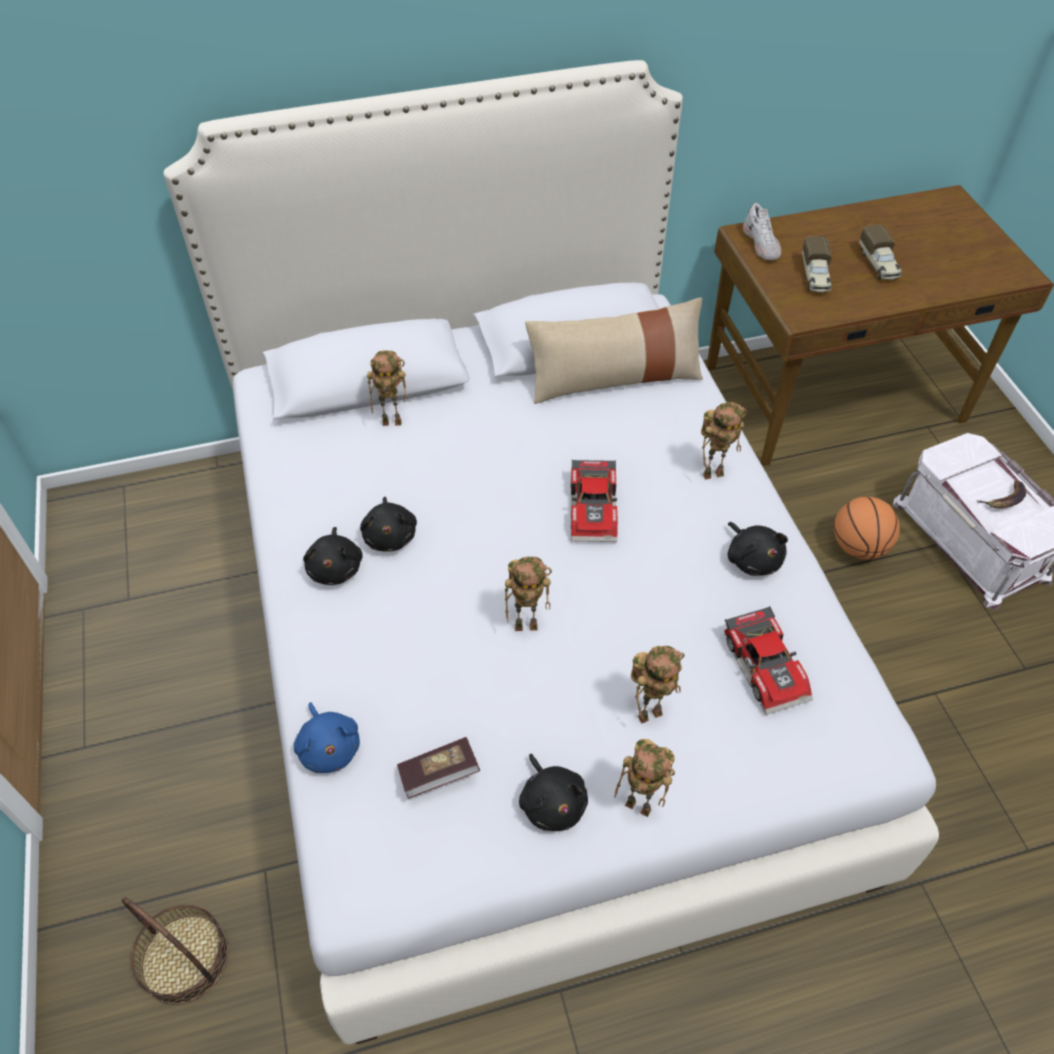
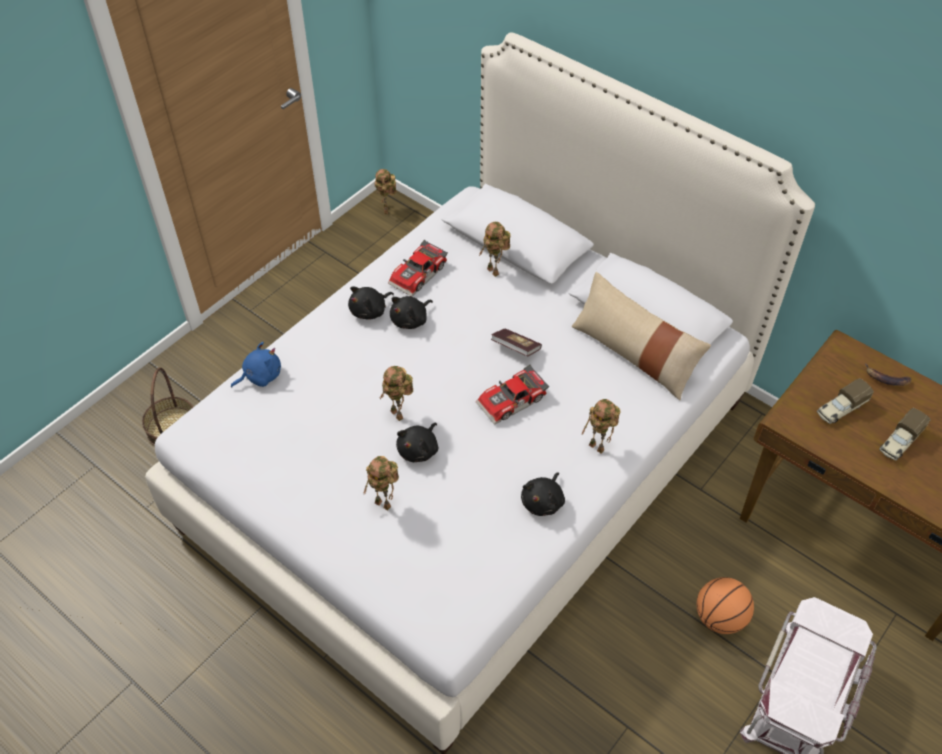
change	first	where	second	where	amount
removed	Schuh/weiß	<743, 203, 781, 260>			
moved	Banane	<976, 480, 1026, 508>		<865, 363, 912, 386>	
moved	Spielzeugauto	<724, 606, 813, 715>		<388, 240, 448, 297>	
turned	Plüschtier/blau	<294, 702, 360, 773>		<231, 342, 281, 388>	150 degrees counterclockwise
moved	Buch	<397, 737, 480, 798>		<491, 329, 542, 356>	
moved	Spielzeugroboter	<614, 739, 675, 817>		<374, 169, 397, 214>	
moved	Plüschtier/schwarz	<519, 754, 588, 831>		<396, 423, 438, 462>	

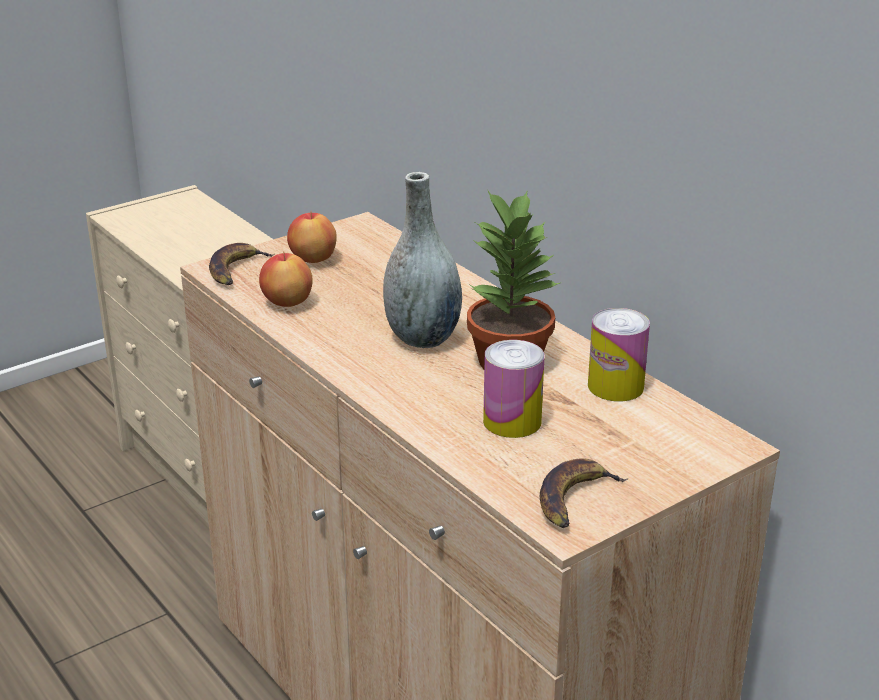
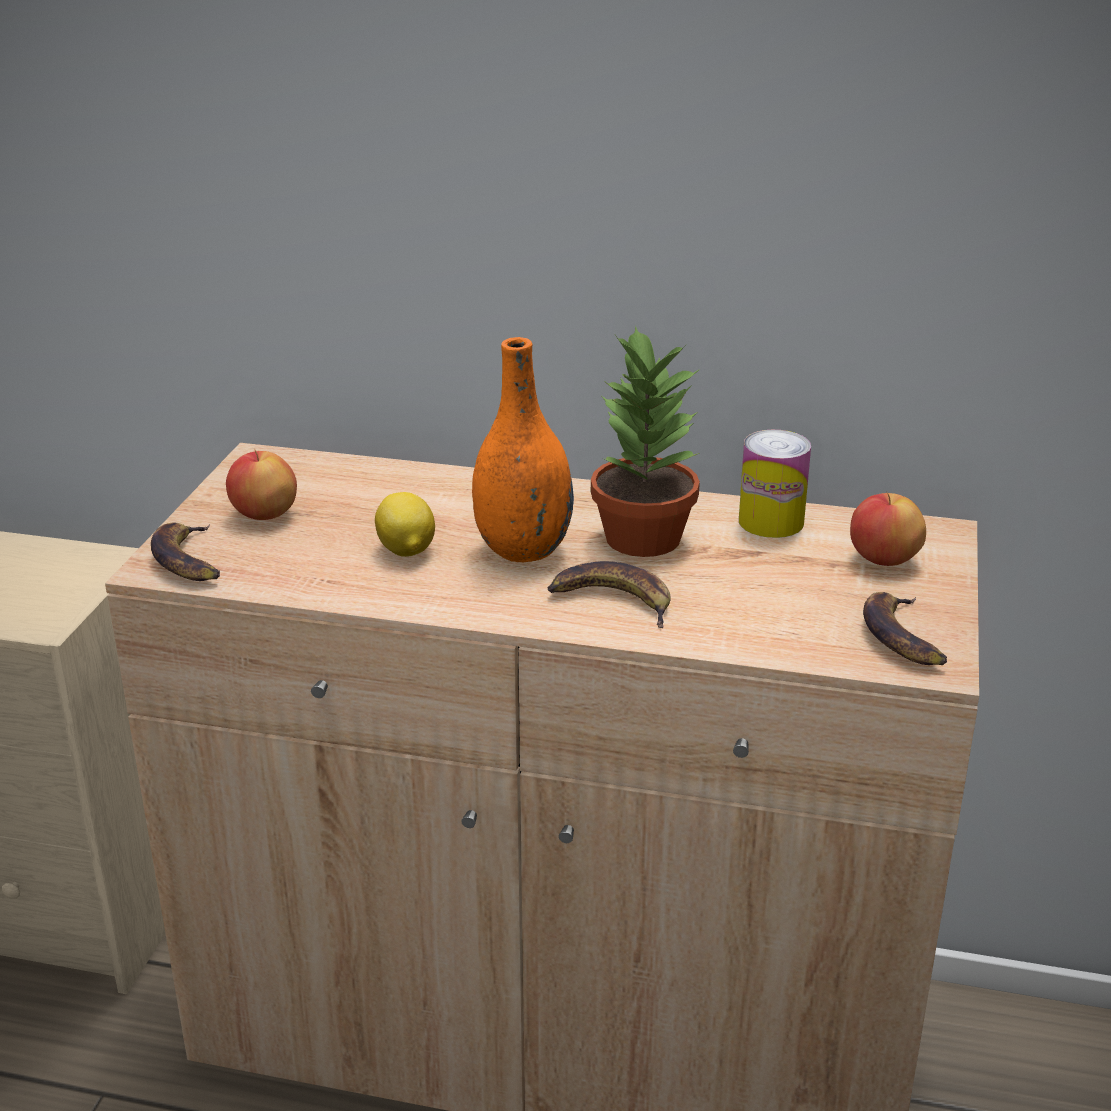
change	first	where	second	where	amount
recoloured	Vase/grau	<383, 172, 462, 348>	Vase/orange	<472, 337, 574, 562>	
moved	Apfel	<259, 251, 313, 307>		<850, 492, 926, 566>	
removed	Dose	<483, 340, 544, 438>			
added			Zitrone	<375, 492, 435, 557>	
added			Banane	<548, 561, 671, 628>	

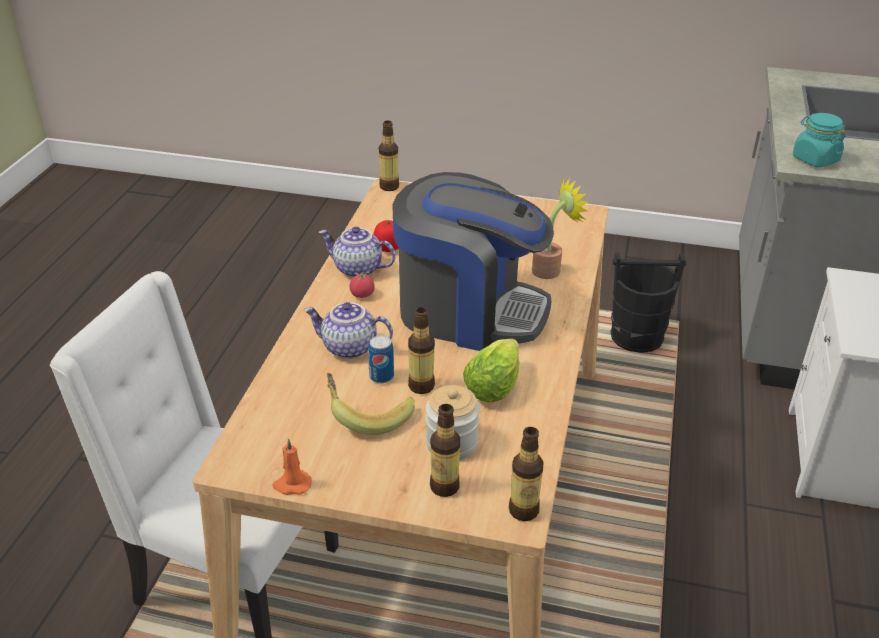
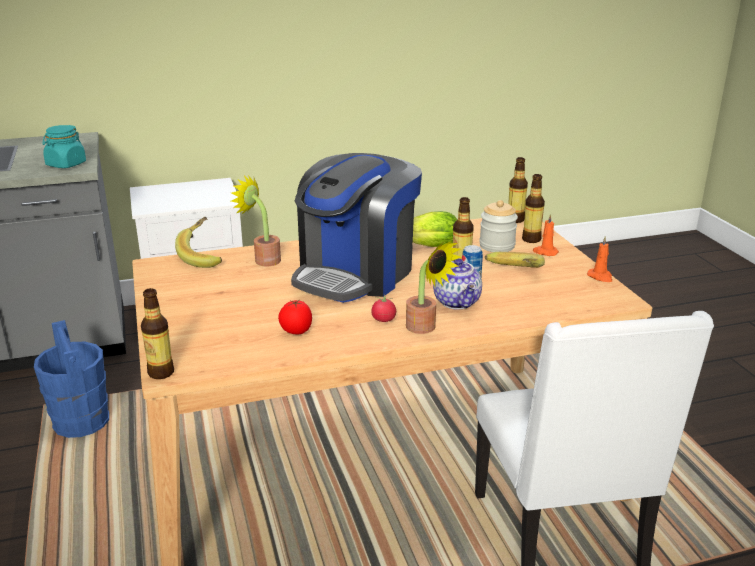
change	first	where	second	where	amount
turned	Kaffeemaschine	<393, 172, 554, 351>		<291, 153, 422, 303>	135 degrees counterclockwise
removed	Teekanne	<319, 227, 396, 278>			
recoloured	Eimer/schwarz	<611, 252, 686, 353>	Eimer/blau	<34, 320, 109, 438>	
added			Kerze/orange	<533, 214, 559, 256>	
added			Banane	<175, 217, 222, 268>	
added			Topfpflanze	<406, 241, 461, 334>	

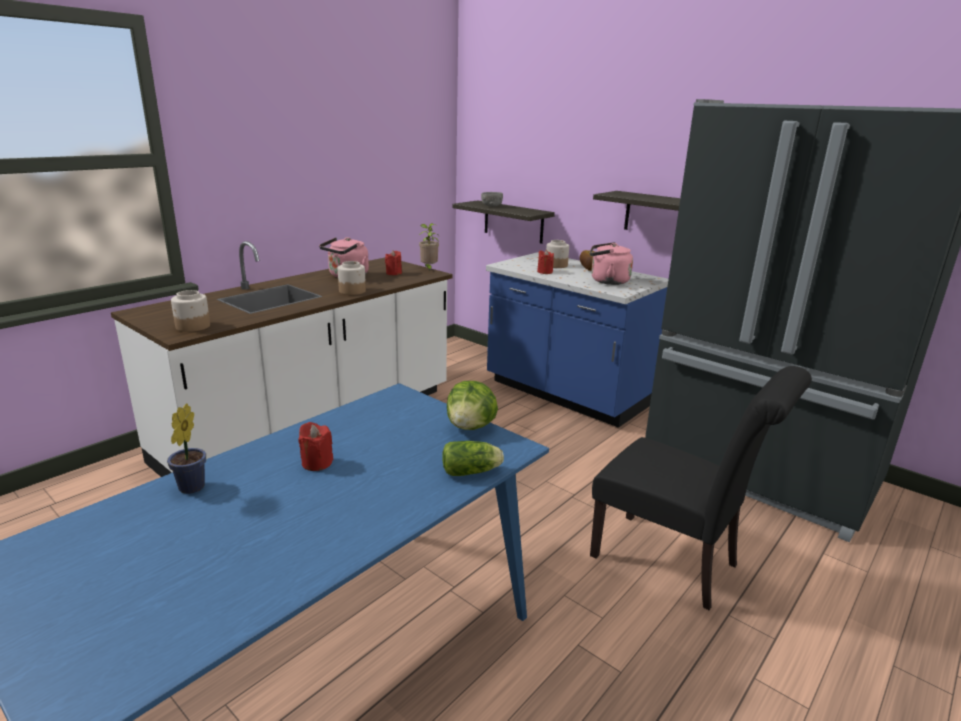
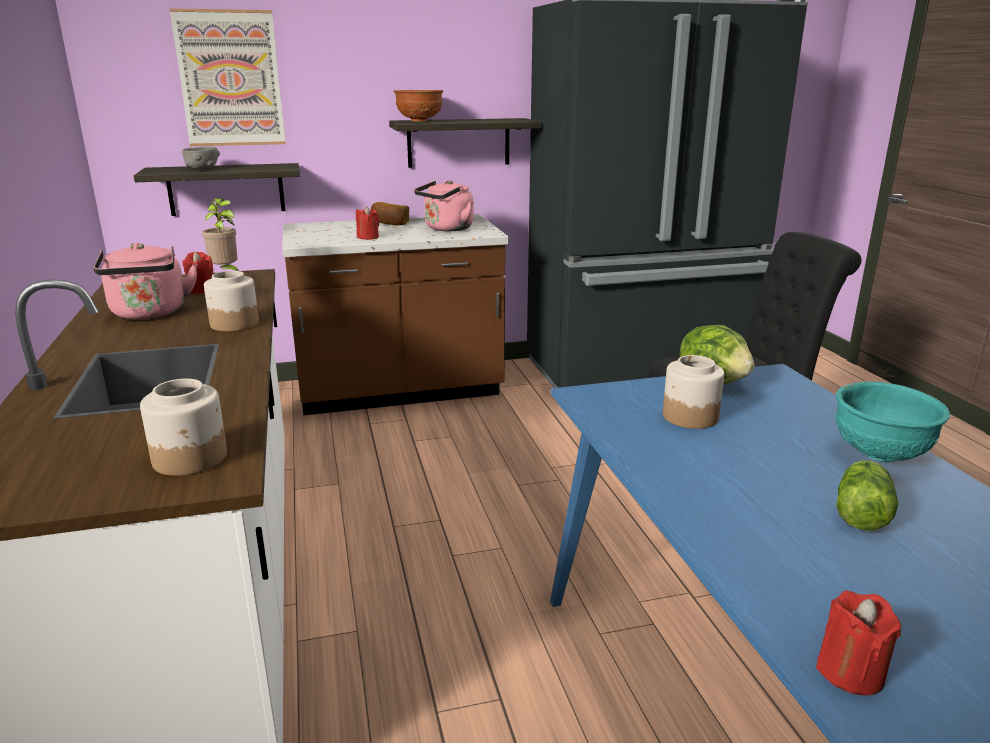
change	first	where	second	where	amount
moved	Vorratsglas	<546, 240, 569, 268>		<663, 355, 724, 429>	
recoloured	Küchenzeile/blau	<486, 252, 668, 428>	Küchenzeile/braun	<282, 214, 509, 415>	
removed	Topfpflanze	<167, 403, 206, 494>			
moved	Kerze/rot	<298, 422, 333, 471>		<816, 590, 902, 696>	
moved	Salatkopf	<442, 441, 504, 476>		<836, 460, 899, 531>	
added			Bild	<169, 8, 286, 146>	
added			Schüssel/braun	<394, 90, 443, 122>	
added			Schüssel/türkis	<836, 382, 950, 462>	

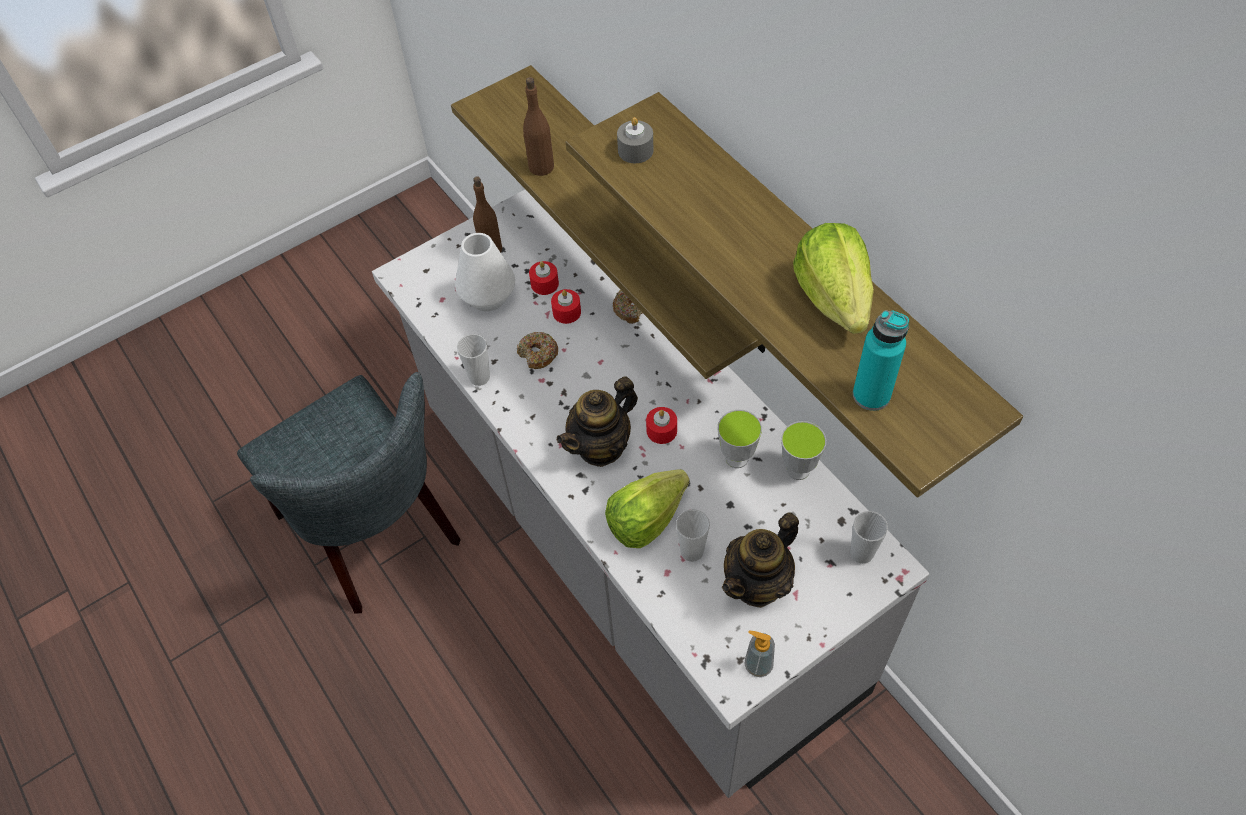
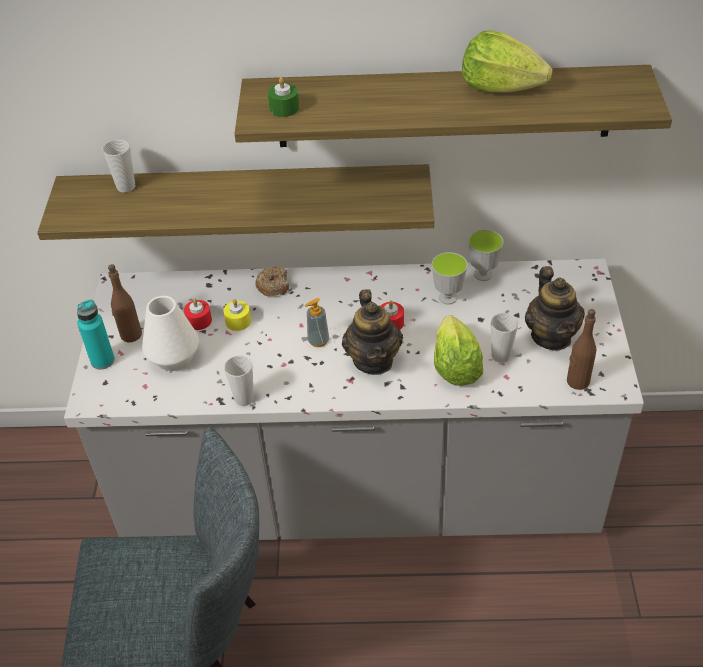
change	first	where	second	where	amount
moved	Flasche/braun	<523, 77, 554, 176>		<567, 309, 596, 390>	
recoloured	Kerze/grau	<617, 117, 653, 163>	Kerze/grün	<268, 77, 299, 117>	
recoloured	Kerze/rot	<551, 289, 581, 324>	Kerze/gelb	<223, 299, 251, 331>	
moved	Flasche/türkis	<853, 310, 909, 411>		<77, 299, 115, 370>	
removed	Donut	<517, 332, 558, 369>			
moved	Tasse	<850, 511, 888, 564>		<102, 139, 135, 193>	
moved	Seifenspender	<744, 631, 775, 677>		<305, 298, 329, 347>	

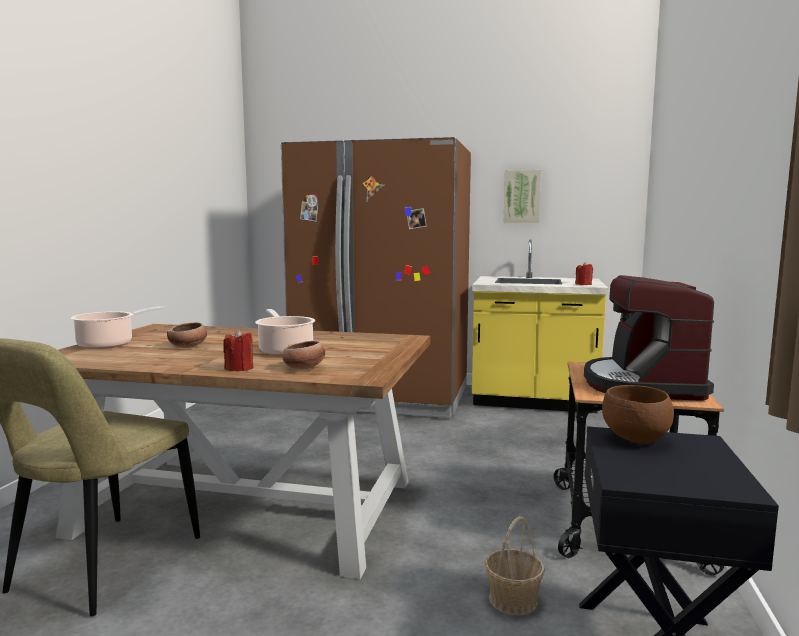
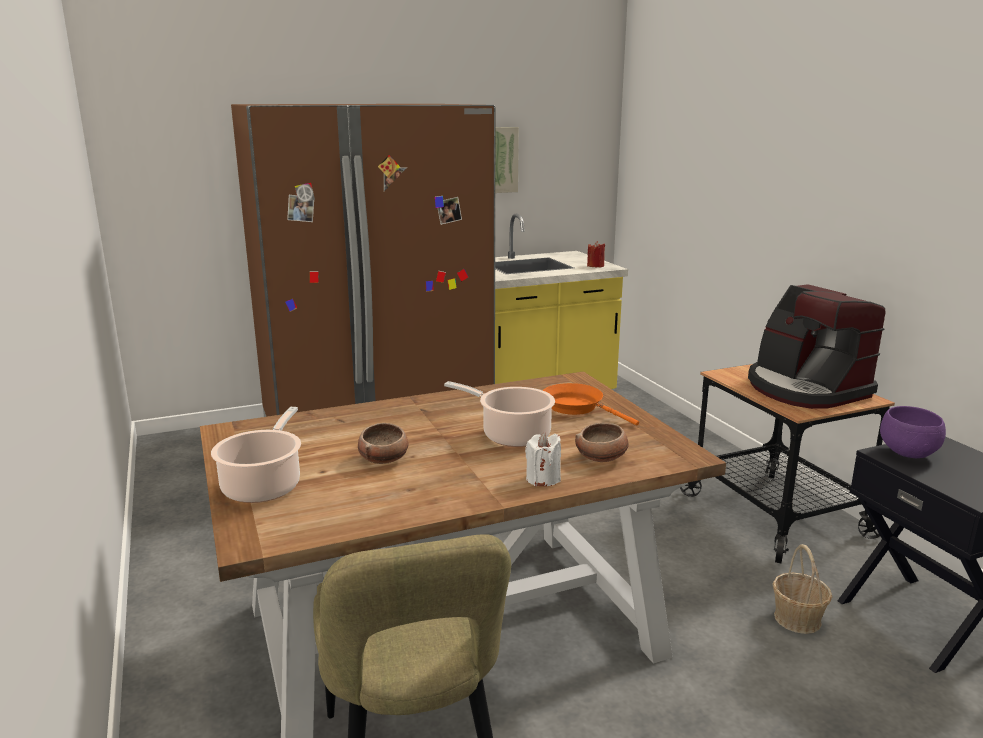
change	first	where	second	where	amount
recoloured	Kerze/rot	<223, 329, 254, 371>	Kerze/weiß	<525, 432, 561, 486>	
recoloured	Schüssel/braun	<602, 385, 674, 444>	Schüssel/lila	<880, 406, 946, 458>	
added			Pfanne/orange	<543, 383, 639, 425>	

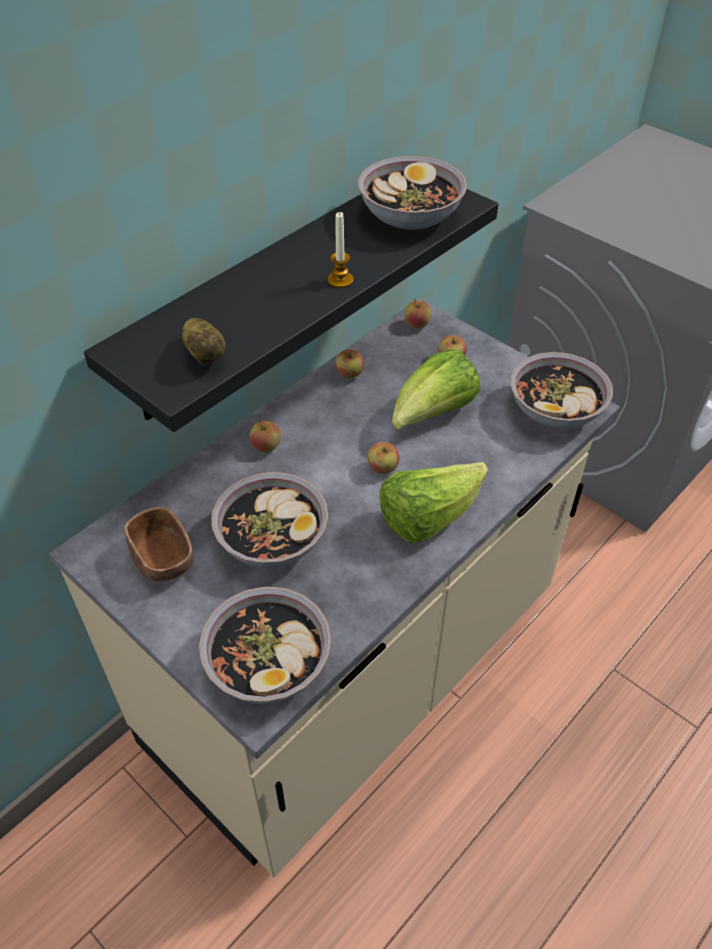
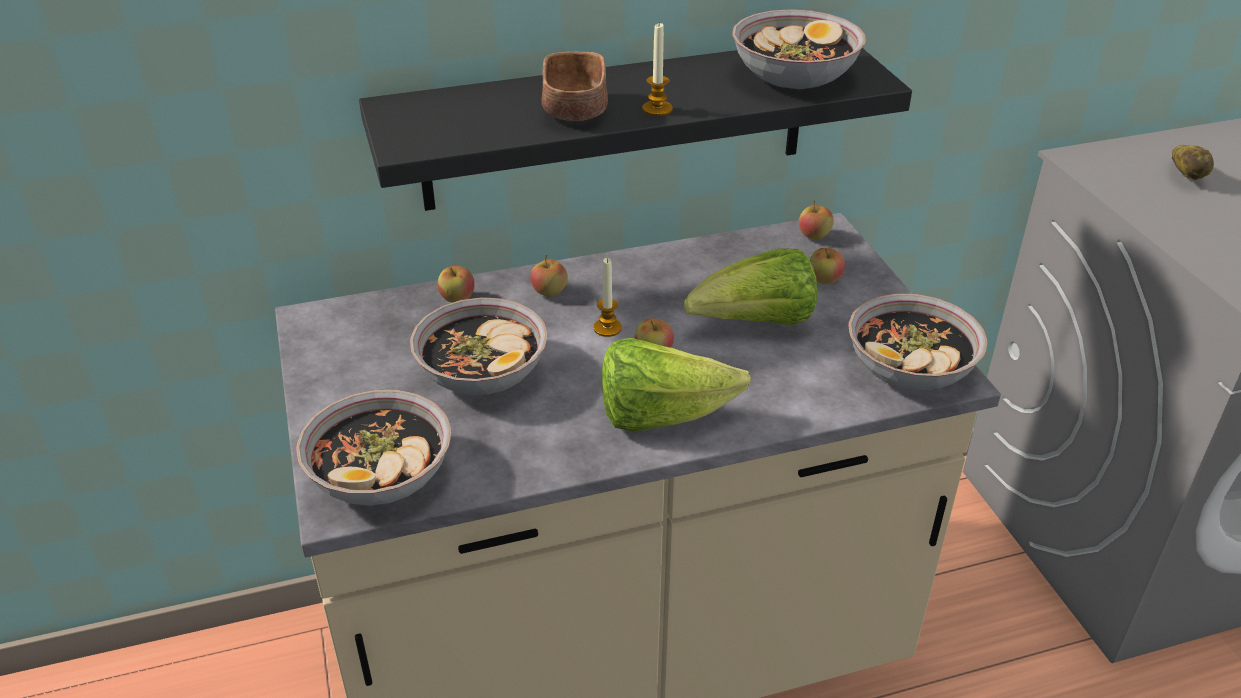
change	first	where	second	where	amount
moved	Kartoffel	<182, 318, 225, 365>		<1172, 145, 1214, 180>	
moved	Apfel	<335, 349, 364, 378>		<437, 266, 475, 303>	
moved	Schüssel/braun	<124, 507, 194, 581>		<542, 51, 608, 121>	
added			Kerze	<594, 258, 622, 337>	

